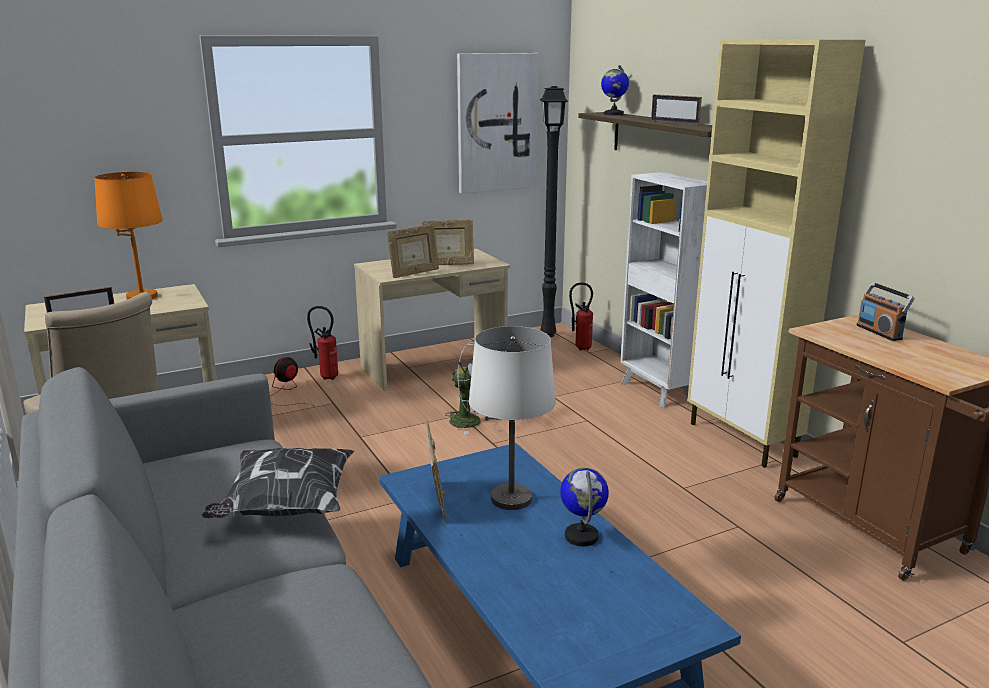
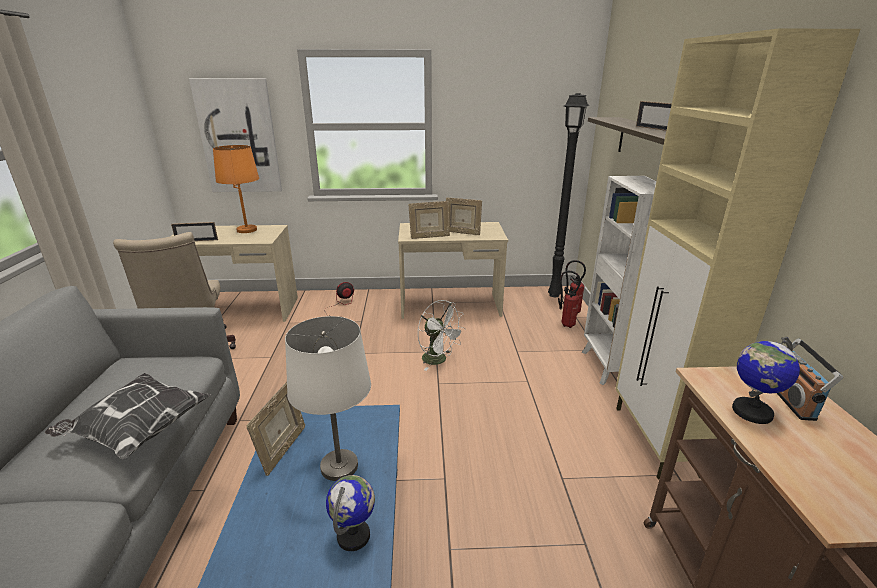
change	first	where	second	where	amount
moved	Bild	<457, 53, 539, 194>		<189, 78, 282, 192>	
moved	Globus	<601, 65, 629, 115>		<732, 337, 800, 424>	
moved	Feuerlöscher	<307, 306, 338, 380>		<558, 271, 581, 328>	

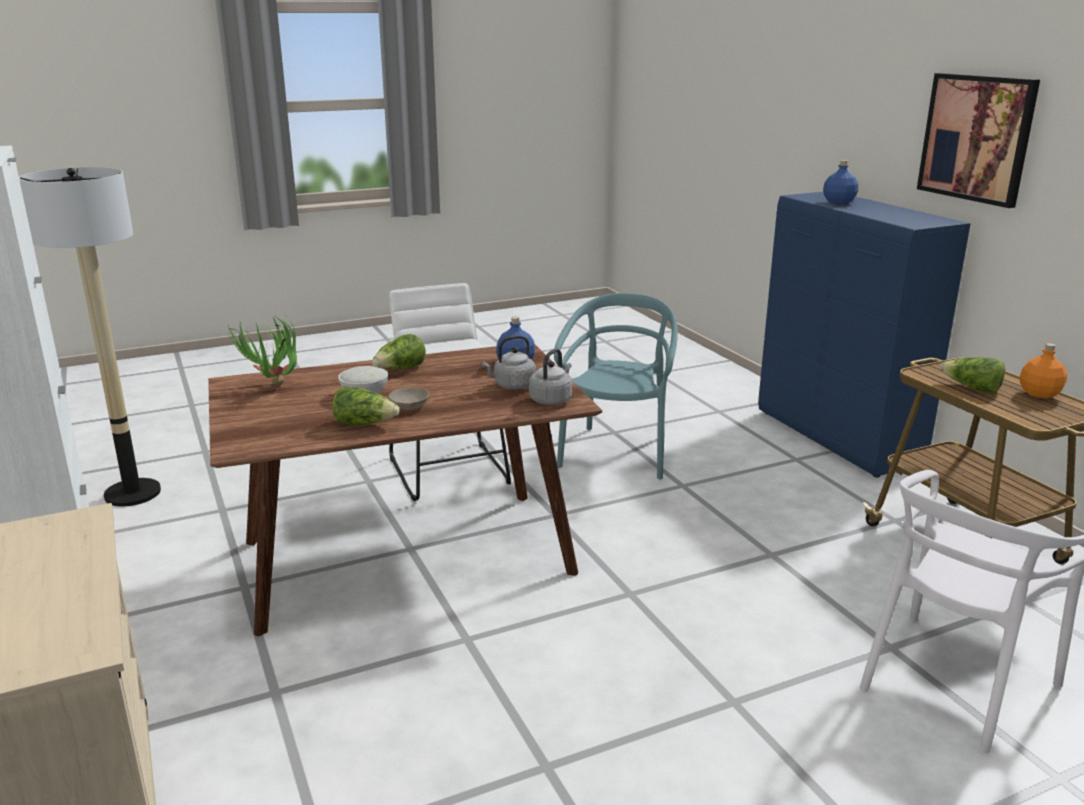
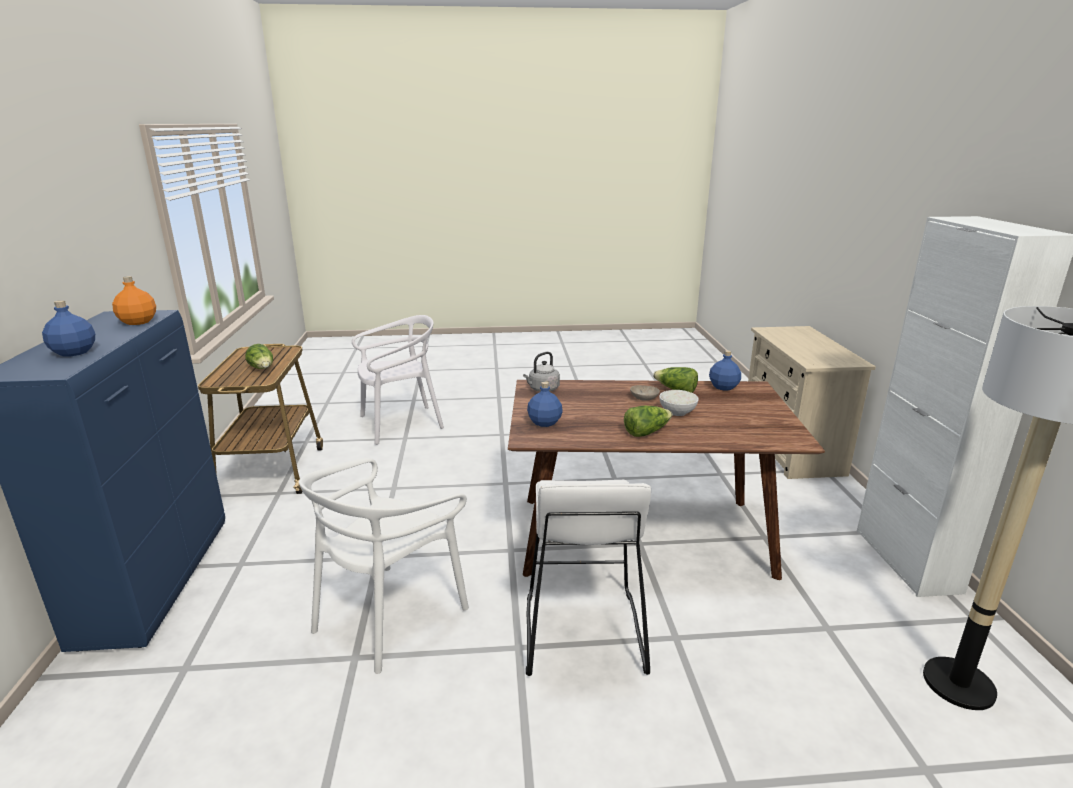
change	first	where	second	where	amount
removed	Bild	<917, 73, 1040, 208>			
recoloured	Stuhl/türkis	<554, 293, 678, 480>	Stuhl/weiß	<299, 458, 469, 674>	
removed	Topfpflanze	<228, 317, 297, 385>			
removed	Wasserkessel/grau	<482, 335, 536, 390>			
moved	Flasche/orange	<1019, 343, 1068, 398>		<112, 276, 156, 325>	
added			Flasche/blau	<709, 350, 741, 391>	

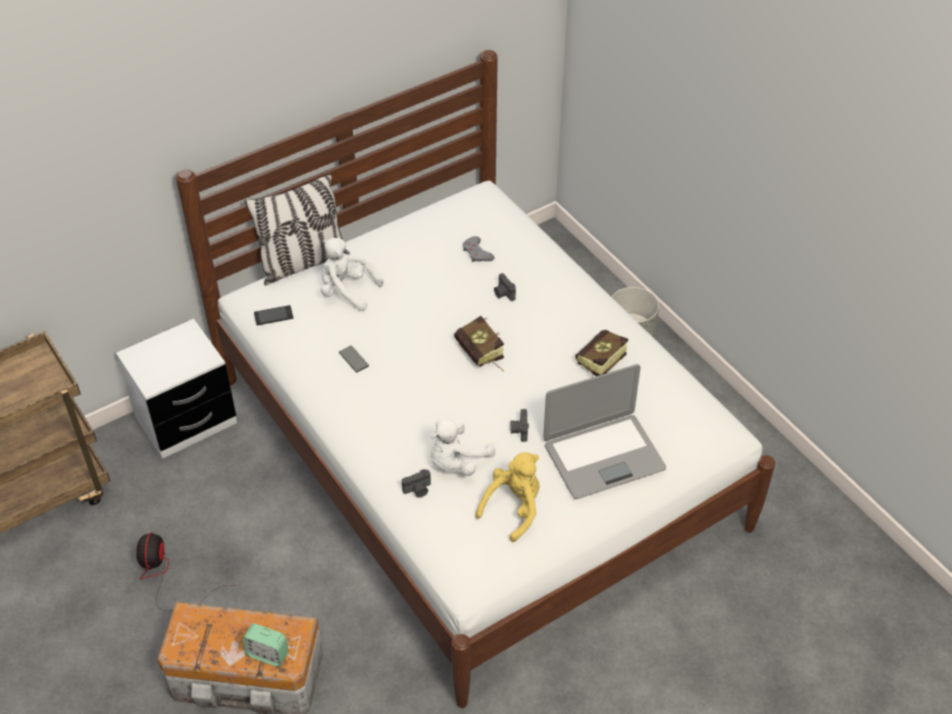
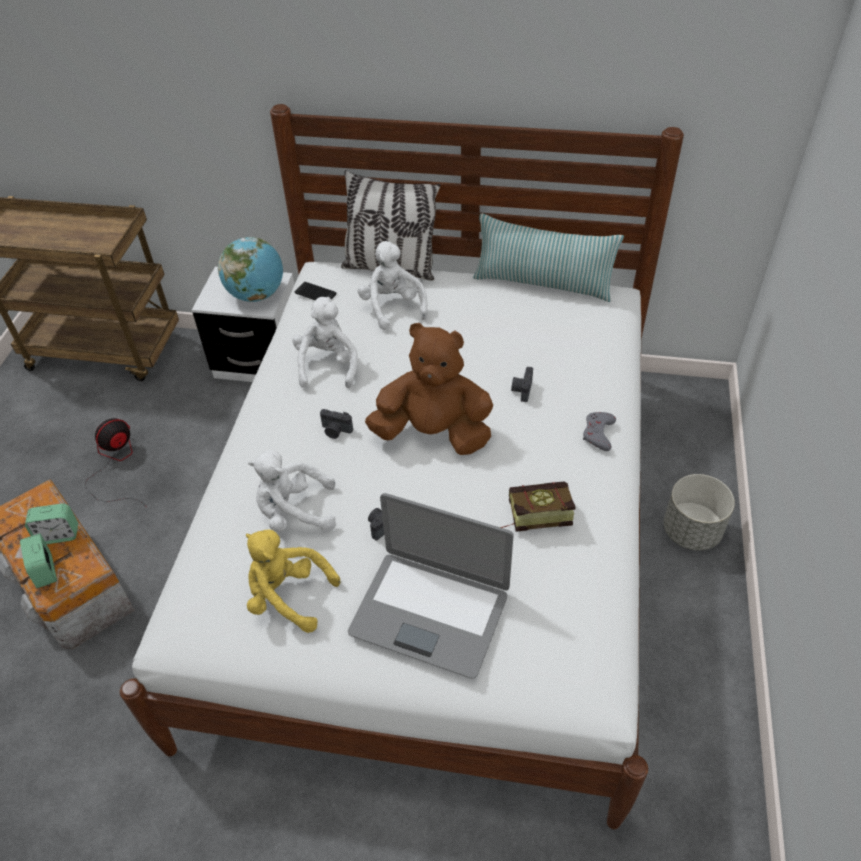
change	first	where	second	where	amount
moved	Gamepad/grau	<463, 236, 495, 262>		<583, 412, 616, 451>	
replaced	Buch	<454, 316, 504, 372>	Plüschtier/braun	<365, 323, 493, 455>	
replaced	Handy	<339, 346, 369, 372>	Plüschtier/weiß	<292, 297, 358, 388>	
turned	Plüschtier/gelb	<475, 452, 540, 542>		<246, 529, 340, 633>	150 degrees counterclockwise
moved	Kamera	<402, 469, 431, 498>		<320, 409, 353, 439>	
added			Kissen	<473, 213, 624, 302>	
added			Globus	<218, 237, 283, 302>	
added			Wecker	<25, 504, 78, 544>	

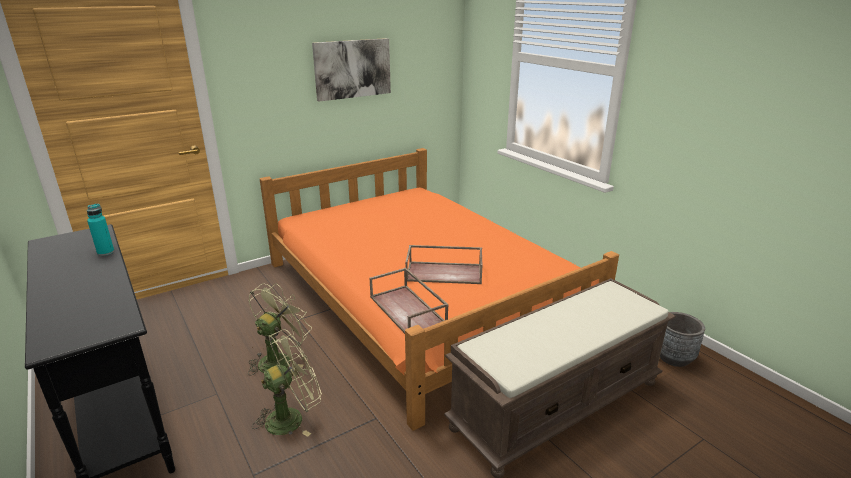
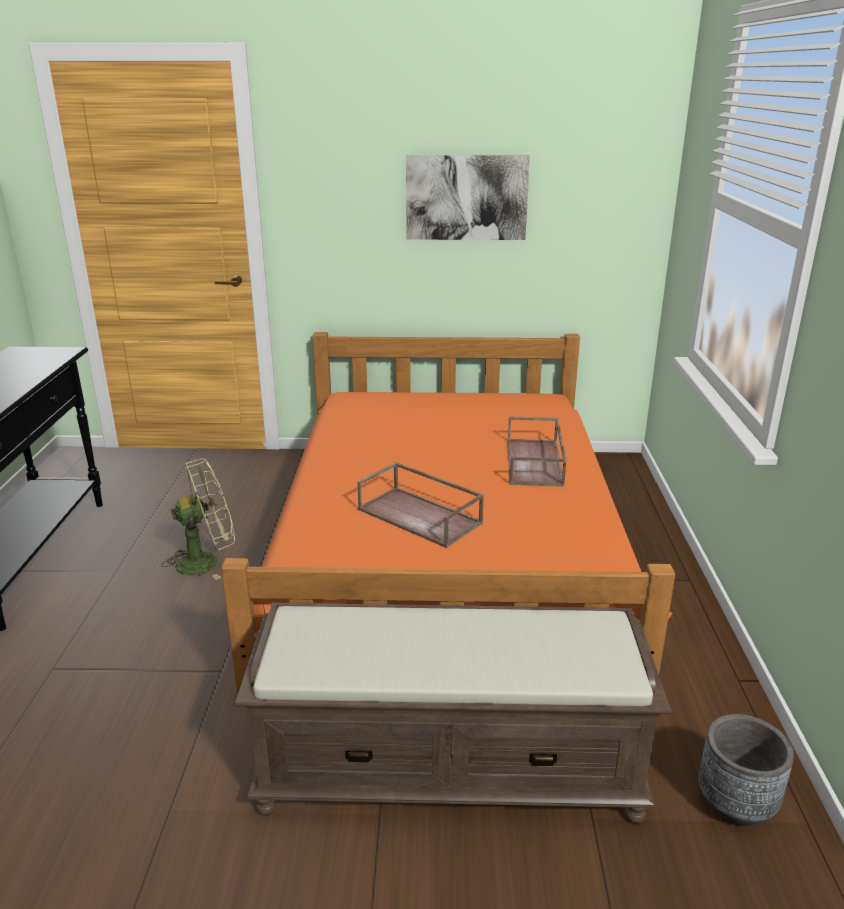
change	first	where	second	where	amount
removed	Flasche/türkis	<87, 203, 114, 256>			
moved	Tablett/braun	<370, 268, 448, 334>		<508, 416, 566, 487>	
removed	Ventilator/grün	<252, 329, 322, 437>			

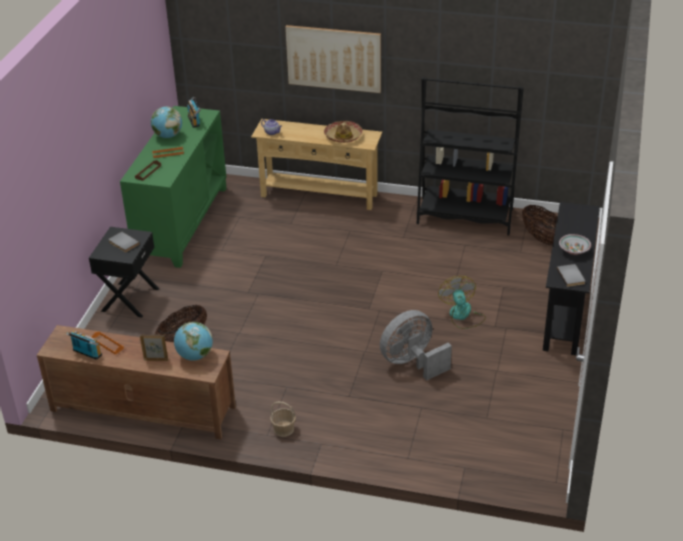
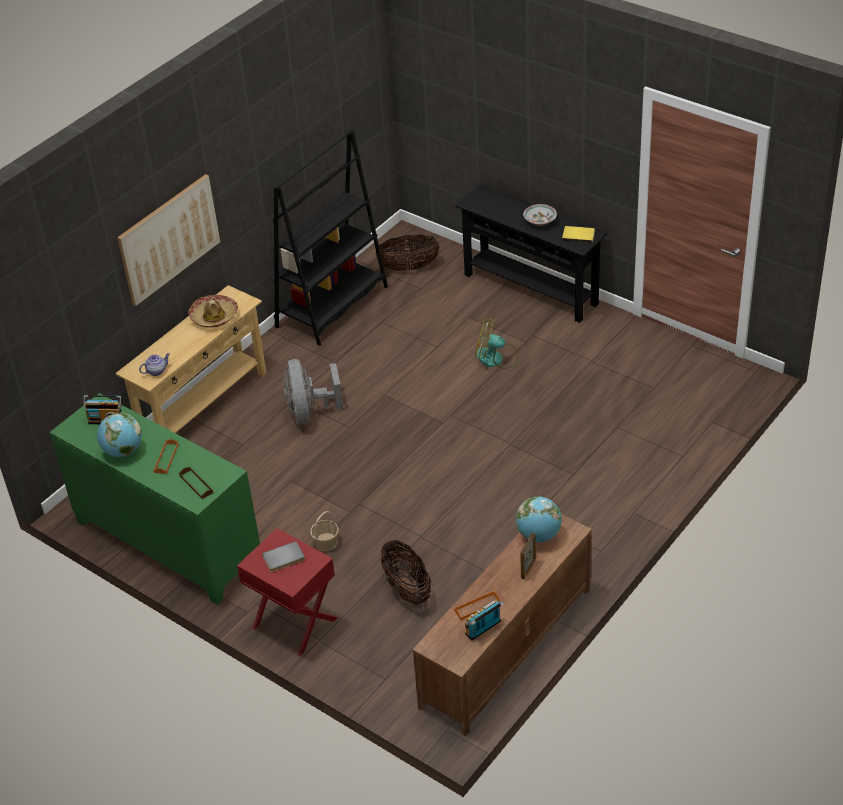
change	first	where	second	where	amount
recoloured	Nachttisch/schwarz	<89, 227, 159, 317>	Nachttisch/rot	<237, 528, 337, 656>	
recoloured	Buch/grau	<557, 264, 585, 287>	Buch/gelb	<562, 226, 595, 243>	
moved	Ventilator/grau	<380, 310, 452, 381>		<284, 359, 343, 424>	
moved	Korb	<270, 402, 296, 437>		<310, 511, 339, 551>	

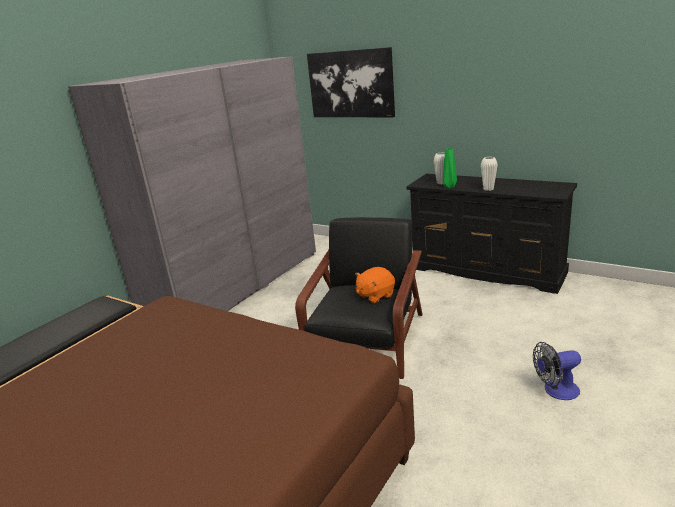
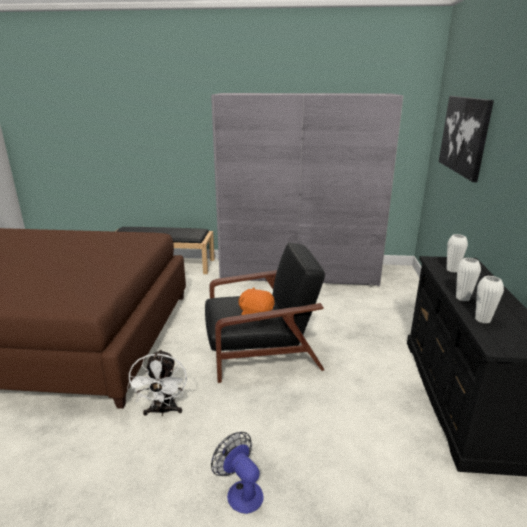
change	first	where	second	where	amount
removed	Vase/grün	<443, 148, 457, 188>			
added			Vase/weiß	<475, 276, 504, 323>	
added			Ventilator/weiß	<127, 349, 187, 416>	

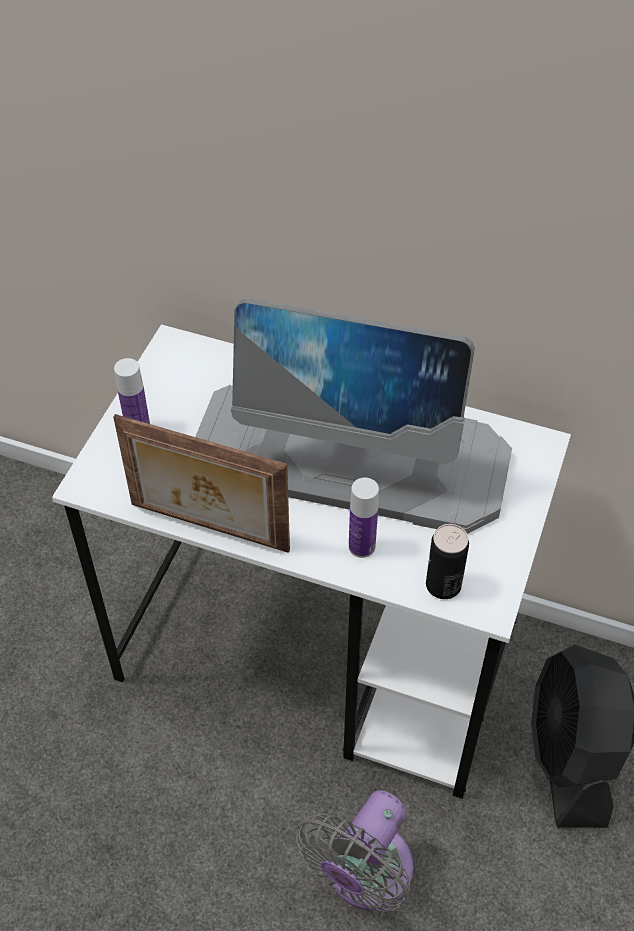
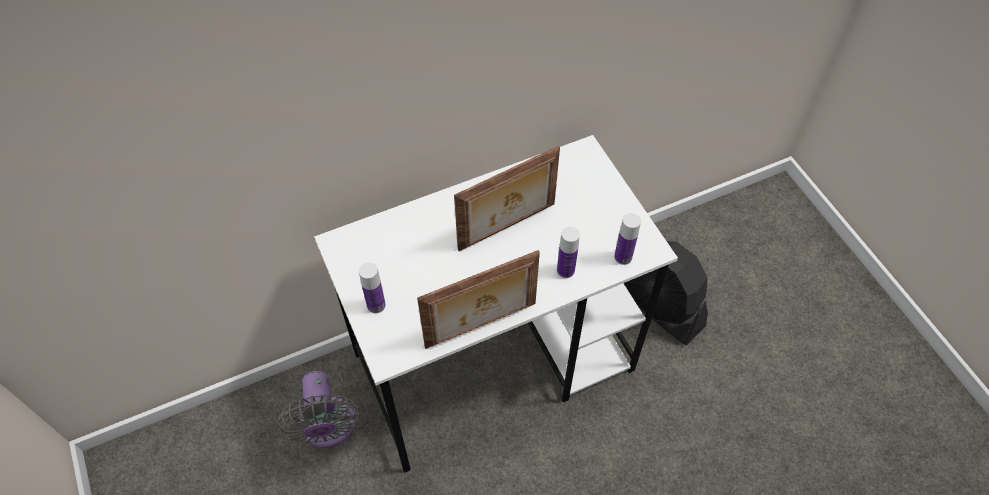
change	first	where	second	where	amount
replaced	Monitor	<195, 298, 512, 534>	Bilderrahmen	<454, 146, 560, 251>	
replaced	Dose	<426, 524, 469, 599>	Flasche	<614, 213, 641, 265>	
moved	Ventilator/grau	<296, 790, 414, 911>		<277, 371, 360, 448>	

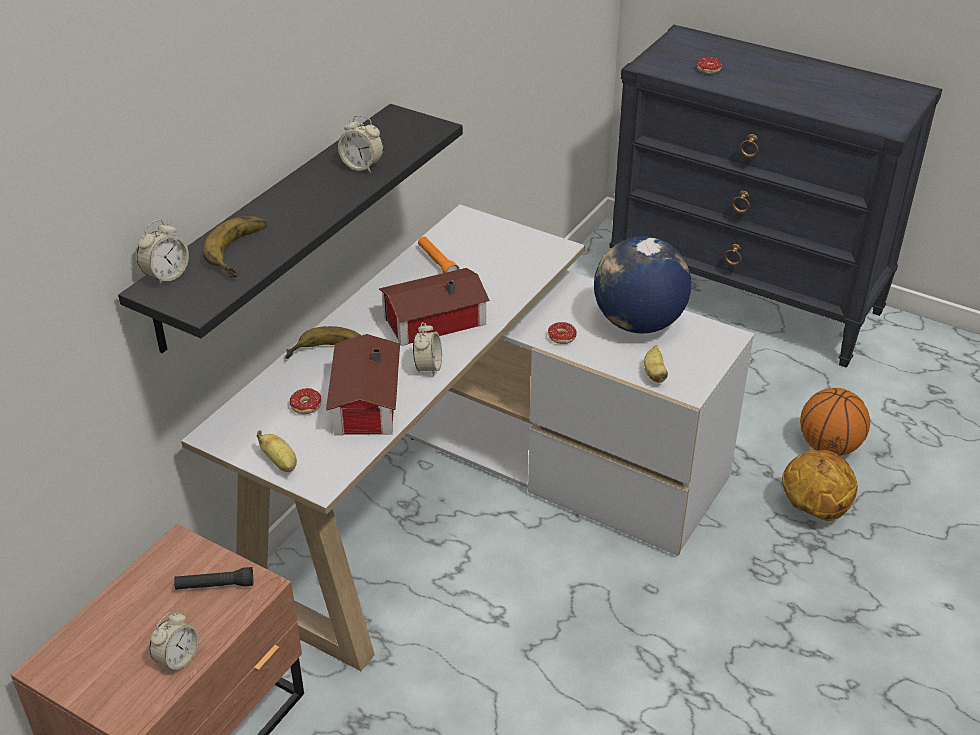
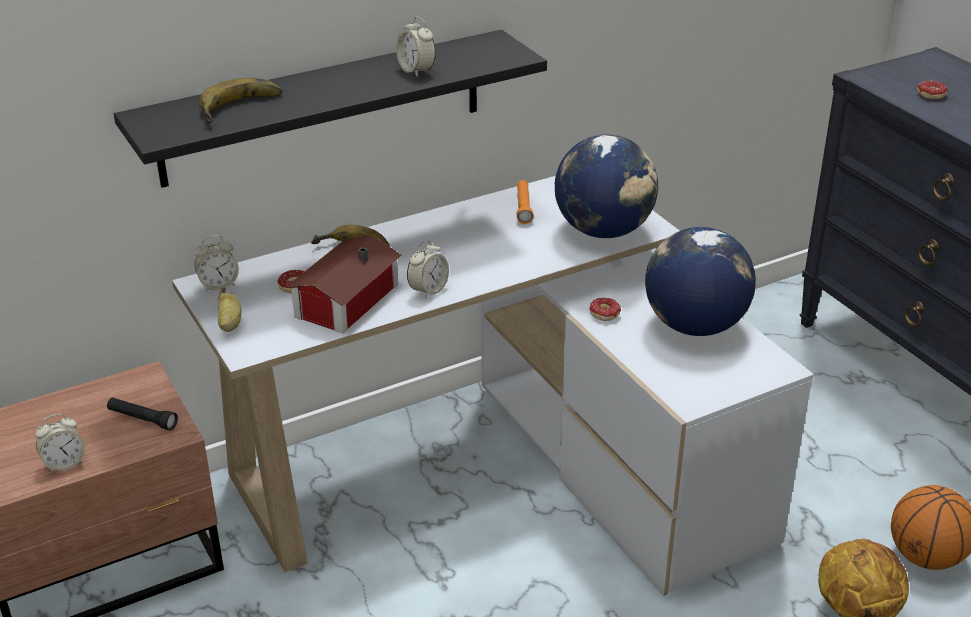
change	first	where	second	where	amount
moved	Wecker	<137, 219, 189, 286>		<194, 236, 239, 292>	
removed	Spielzeughaus	<379, 268, 490, 346>			
removed	Banane	<644, 345, 668, 383>			
added			Globus	<555, 134, 658, 238>	

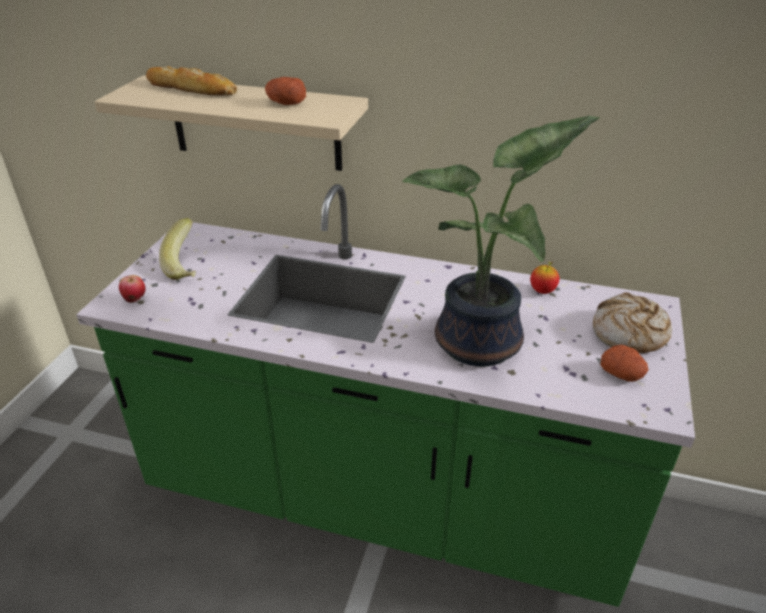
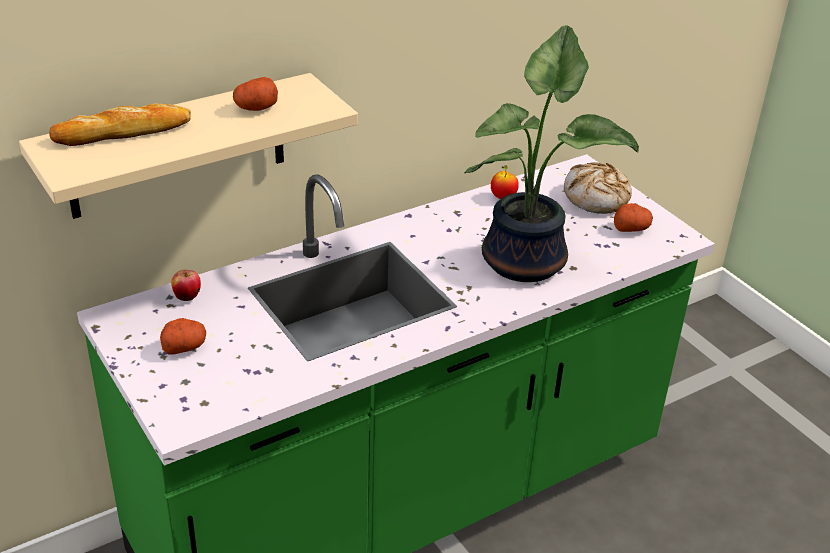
change	first	where	second	where	amount
replaced	Banane	<159, 218, 196, 280>	Kartoffel	<160, 318, 206, 355>	
moved	Apfel	<119, 275, 146, 303>		<171, 270, 201, 301>	

